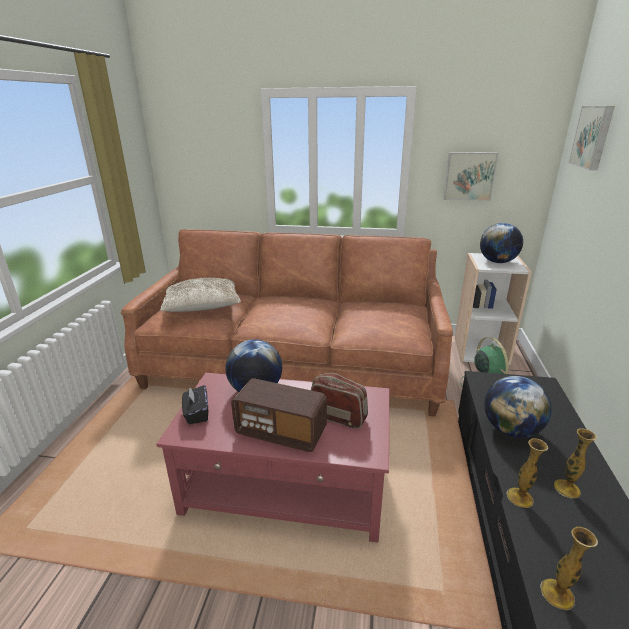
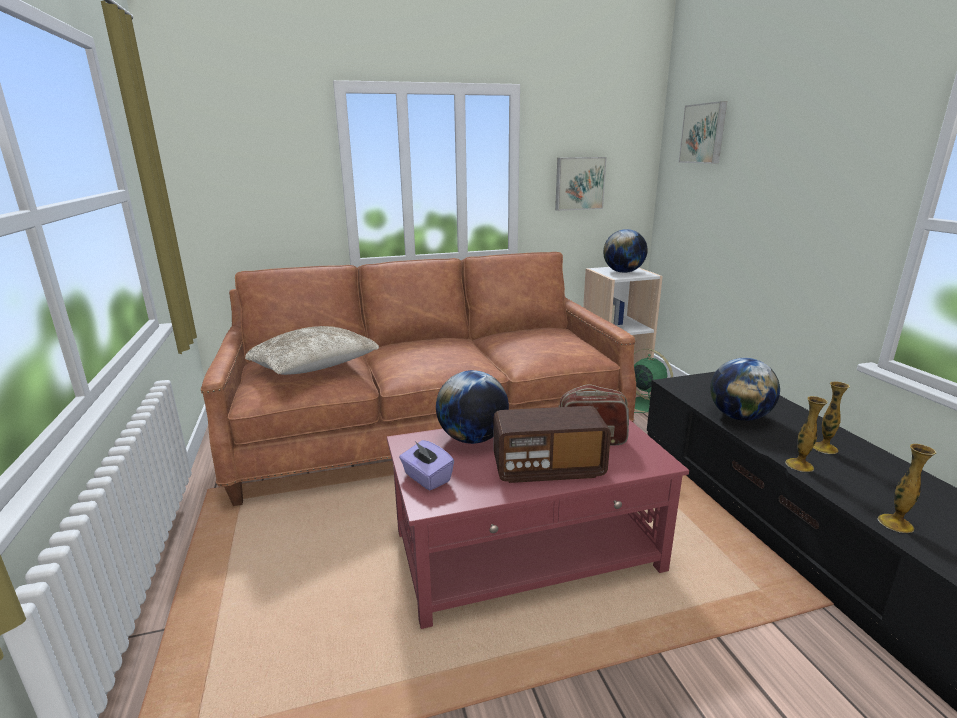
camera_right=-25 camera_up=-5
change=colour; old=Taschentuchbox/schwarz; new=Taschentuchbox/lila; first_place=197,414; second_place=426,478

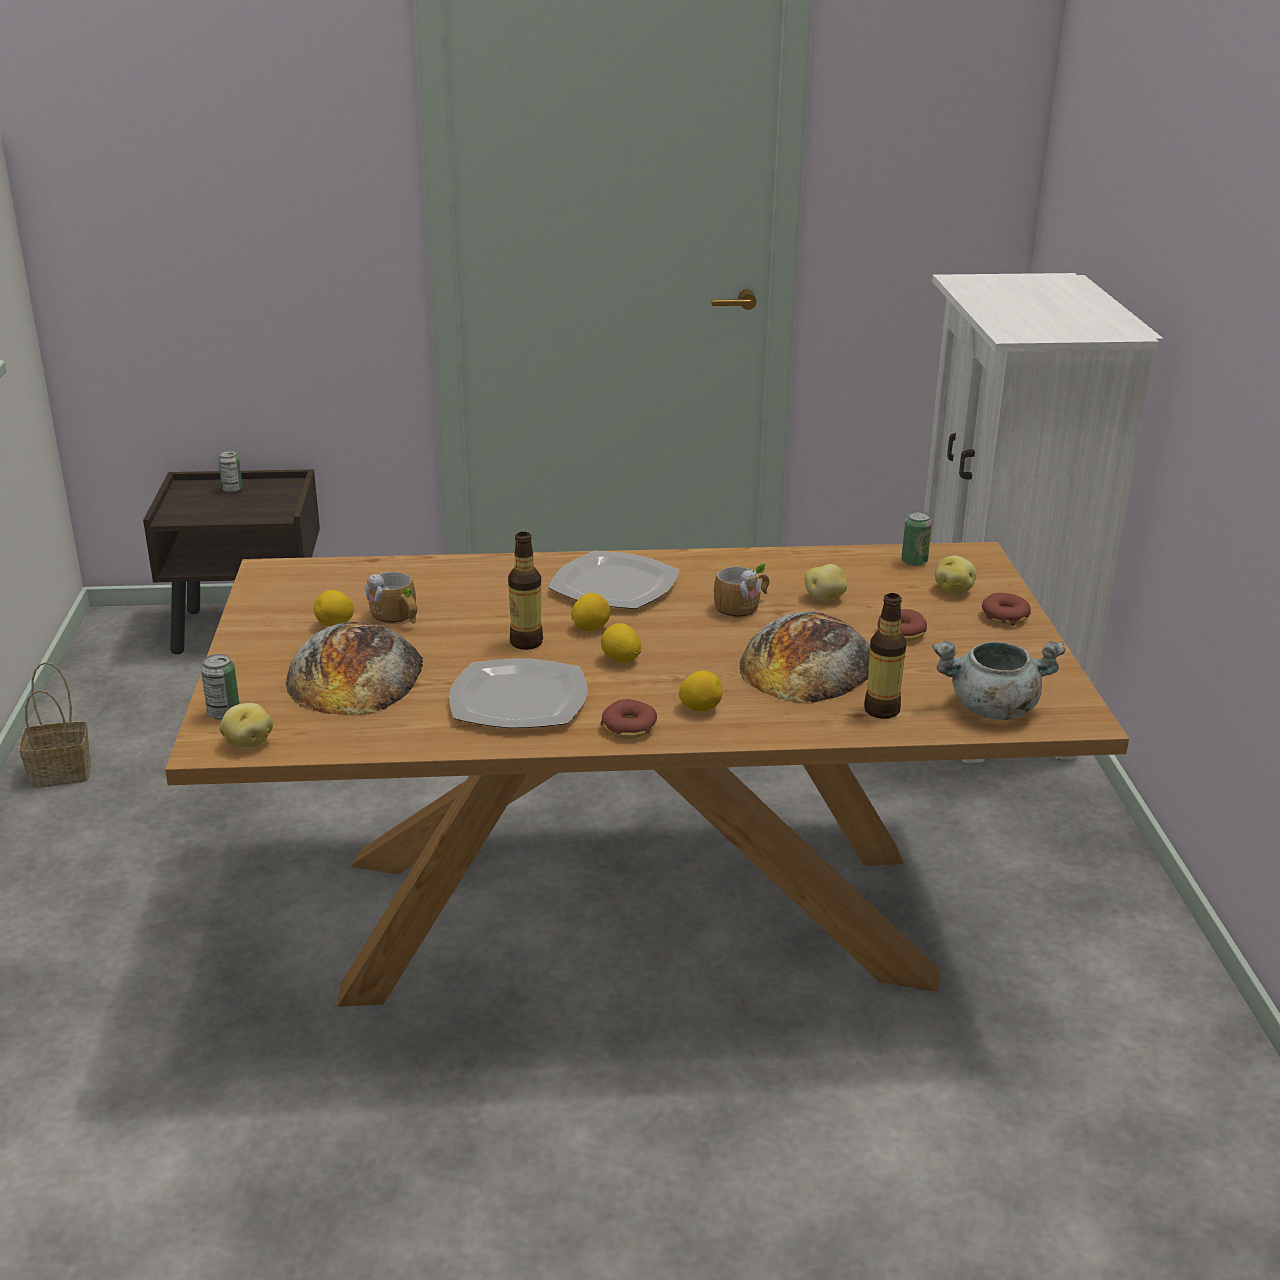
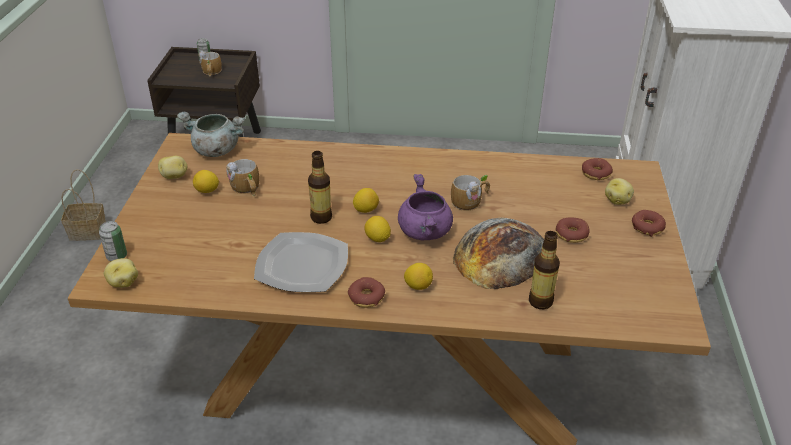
camera_right=10 camera_up=10
change=missing; old=Brot; first_place=355,674
change=missing; old=Teller; first_place=613,586
change=appeared; new=Henkelbecher; second_place=211,72
change=appeared; new=Kochtopf/lila; second_place=425,232
change=relocated; old=Kartoffel; first_place=825,598; second_place=175,176
change=relocated; old=Kochtopf/grau; first_place=991,709; second_place=215,150
change=exchanged; old=Dose; new=Donut; first_place=914,561; second_place=596,173

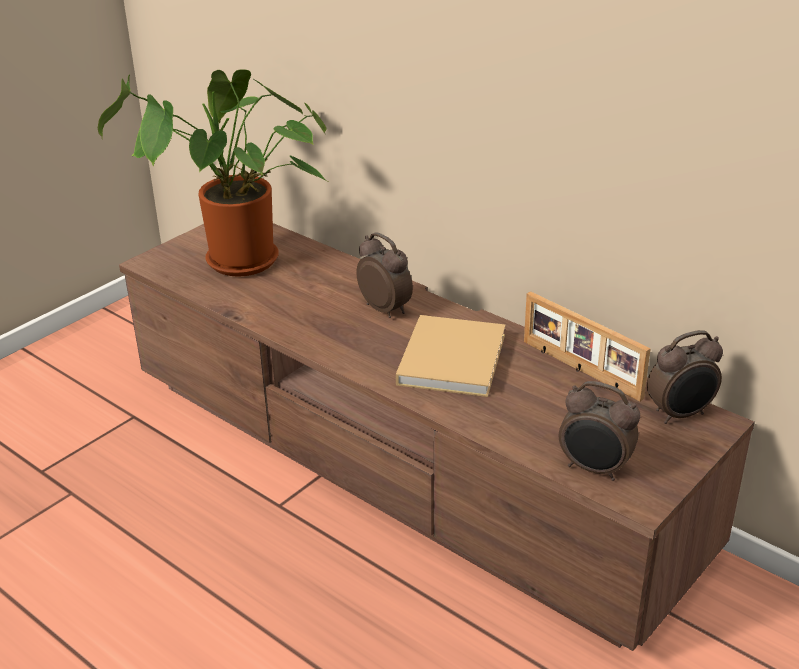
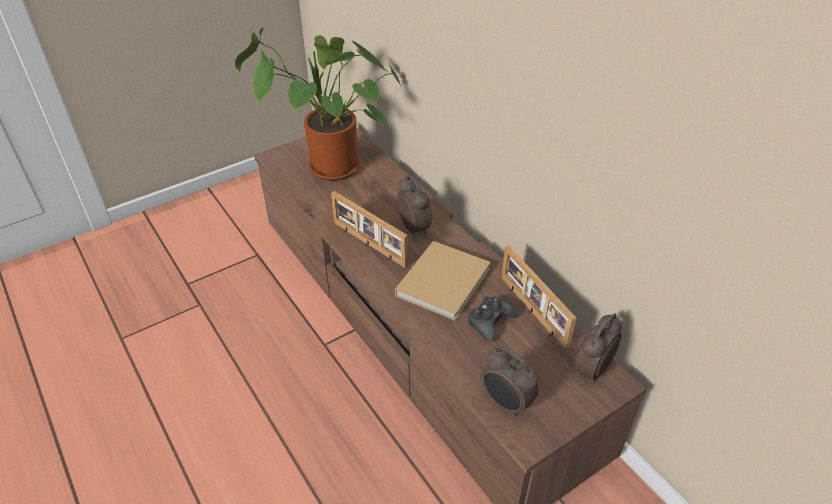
camera_right=15 camera_up=10
change=appeared; new=Bilderrahmen; second_place=368,244
change=appeared; new=Gamepad/schwarz; second_place=490,322
change=spun; old=Wecker; first_place=680,414; second_place=591,369; degrees=135

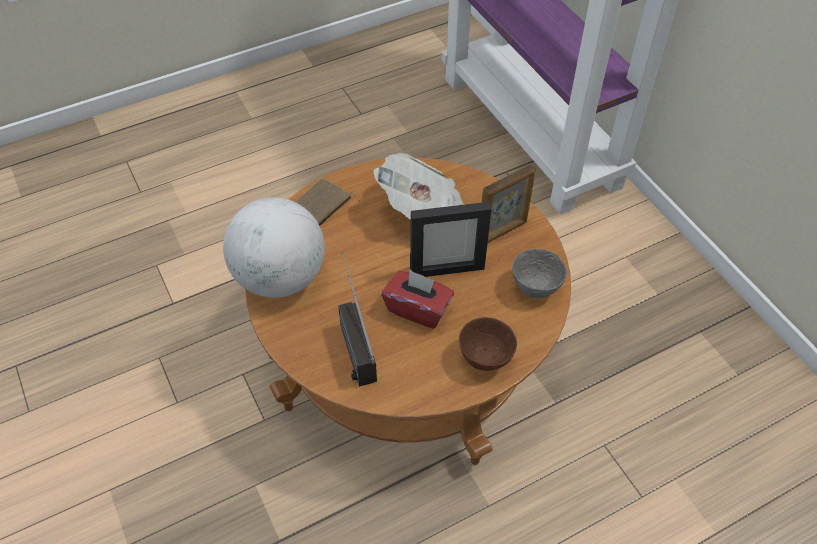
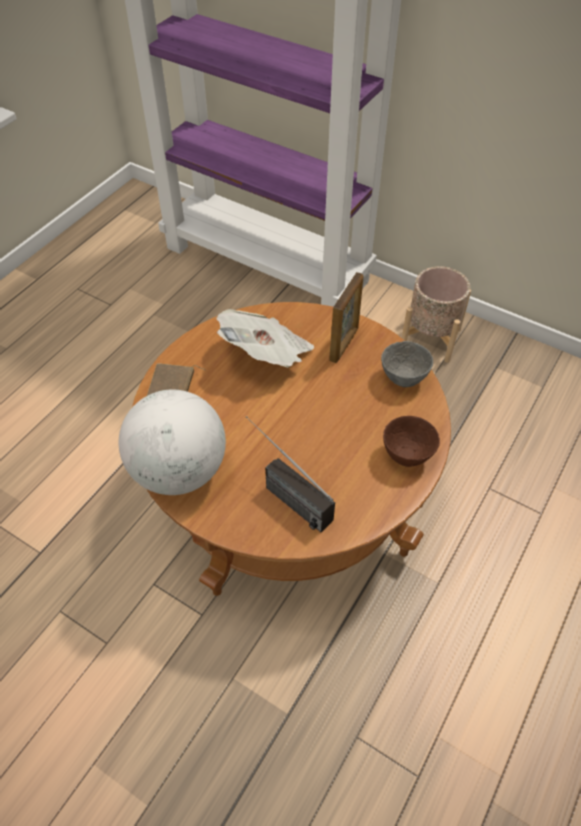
camera_right=-30 camera_up=0
change=missing; old=Taschentuchbox/rot; first_place=418,309
change=missing; old=Bilderrahmen; first_place=447,268
change=appeared; new=Pflanzkübel/beige; second_place=430,339

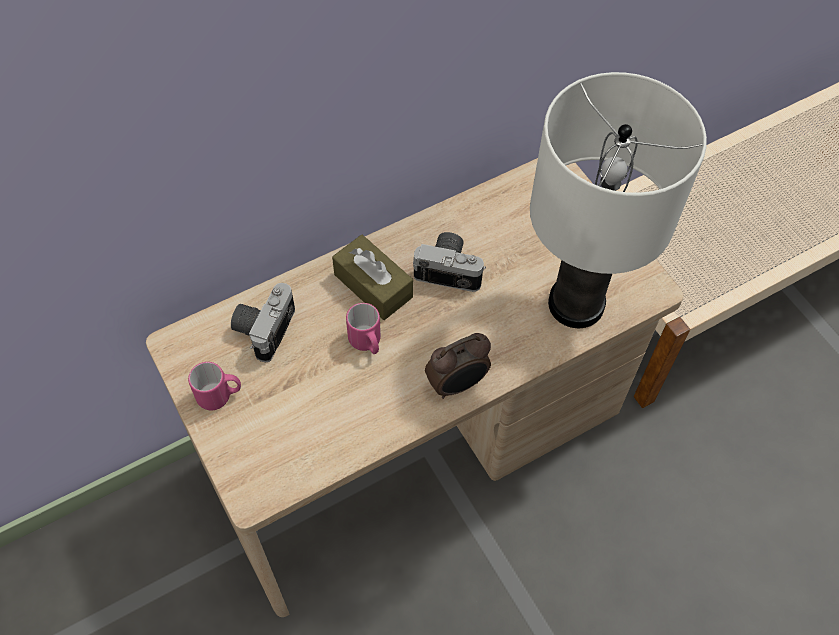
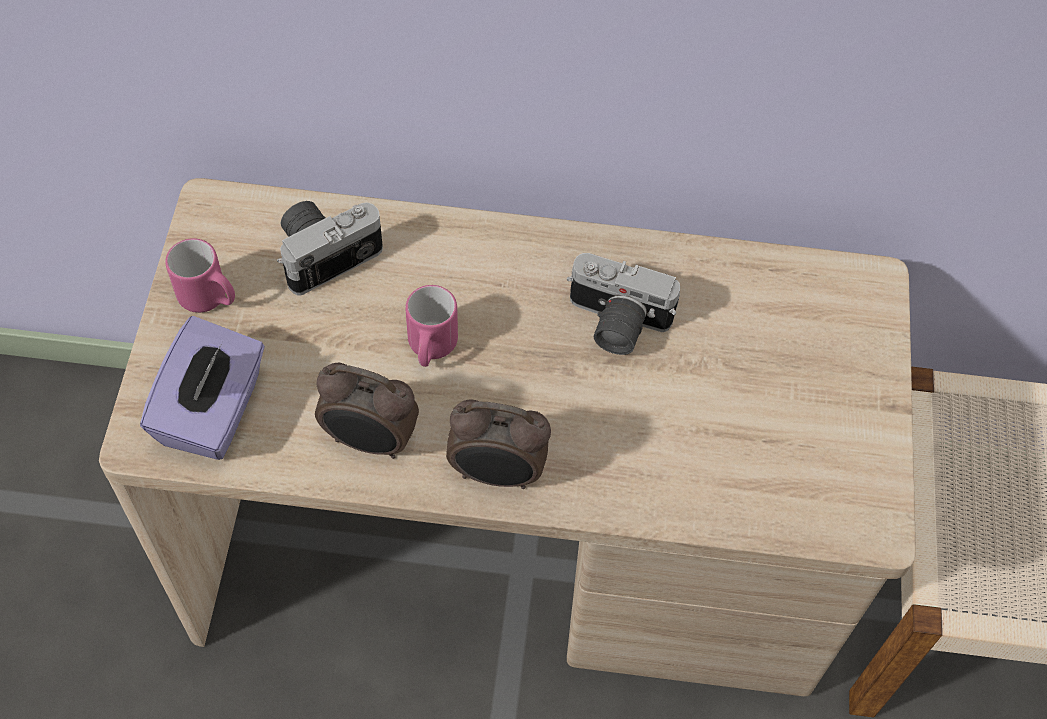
camera_right=35 camera_up=0
change=missing; old=Taschentuchbox/braun; first_place=373,286
change=missing; old=Tischlampe/weiß; first_place=576,303
change=appeared; new=Taschentuchbox/lila; second_place=213,411
change=appeared; new=Wecker; second_place=370,441
change=spun; old=Kamera; first_place=450,269; second_place=614,324; degrees=150

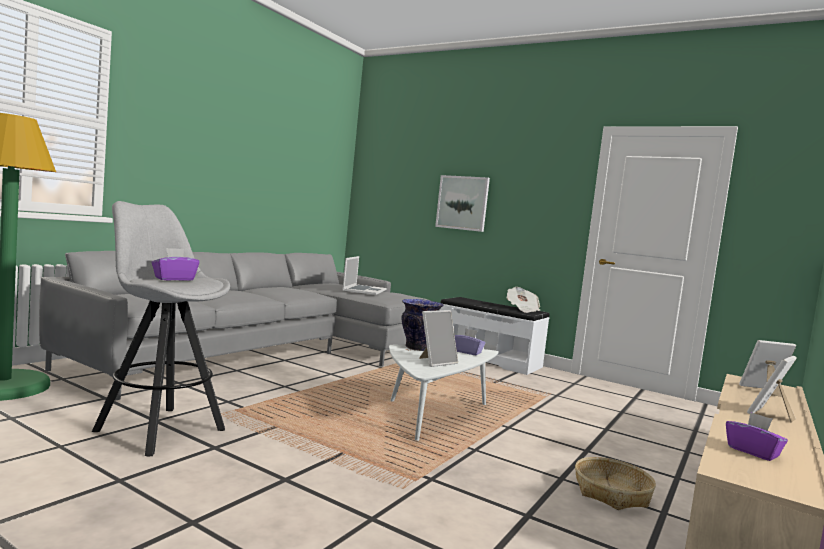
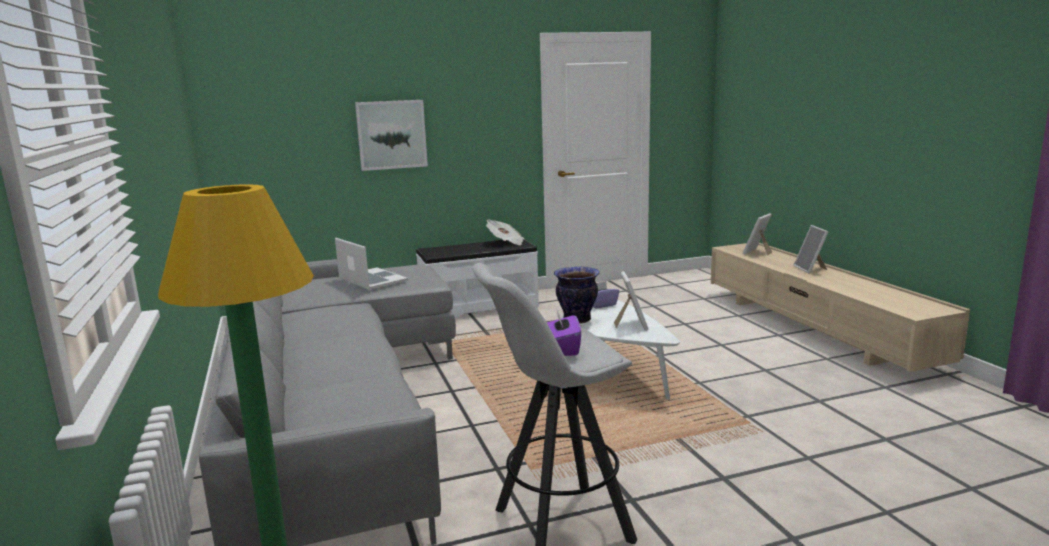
camera_right=-50 camera_up=10
change=missing; old=Korb; first_place=611,493
change=missing; old=Taschentuchbox/lila; first_place=753,452

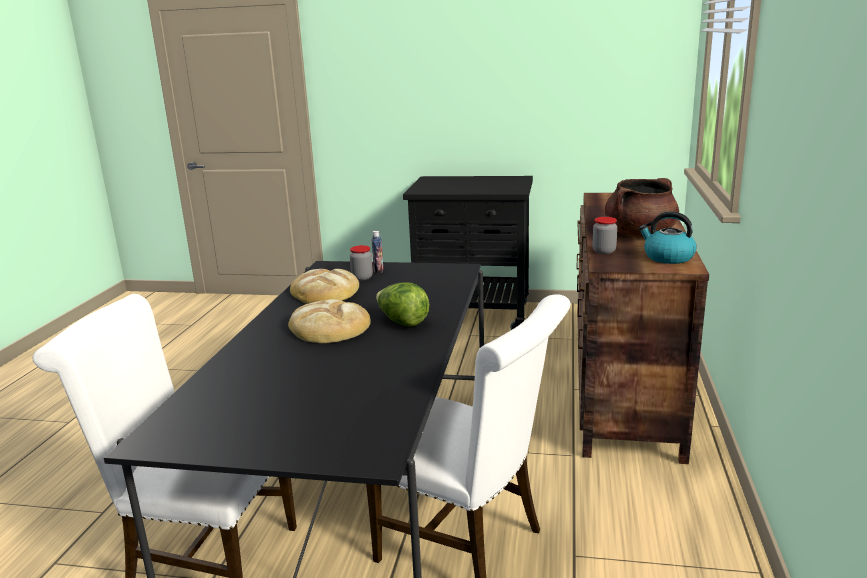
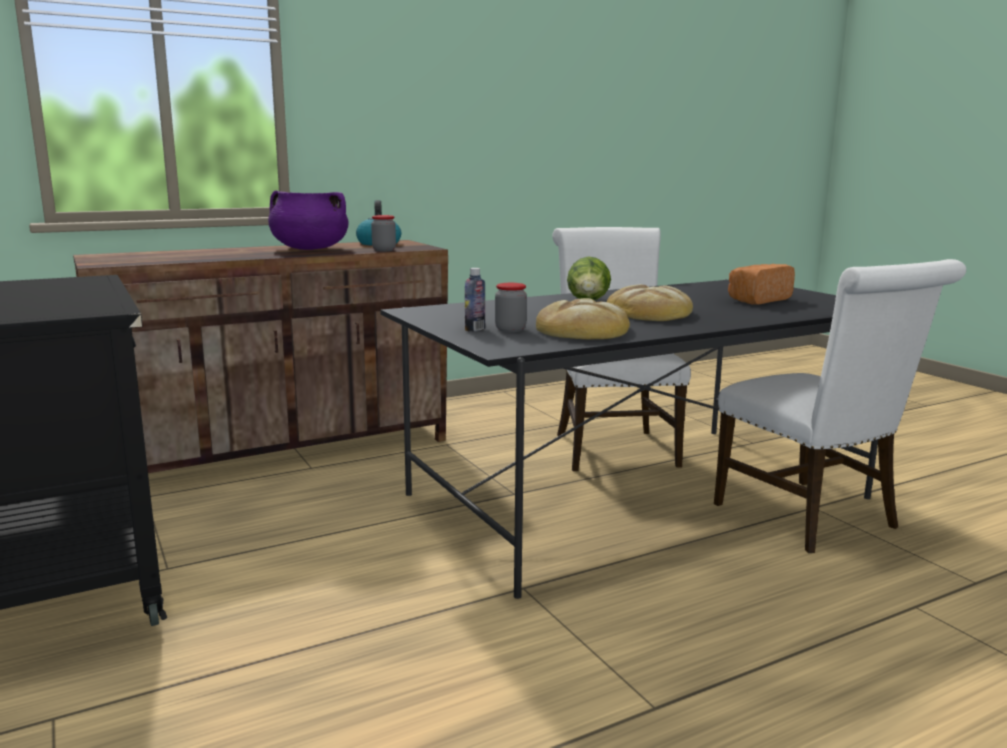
camera_right=-130 camera_up=-5
change=appeared; new=Brot; second_place=757,300
change=colour; old=Kochtopf/braun; new=Kochtopf/lila; first_place=640,234; second_place=309,249

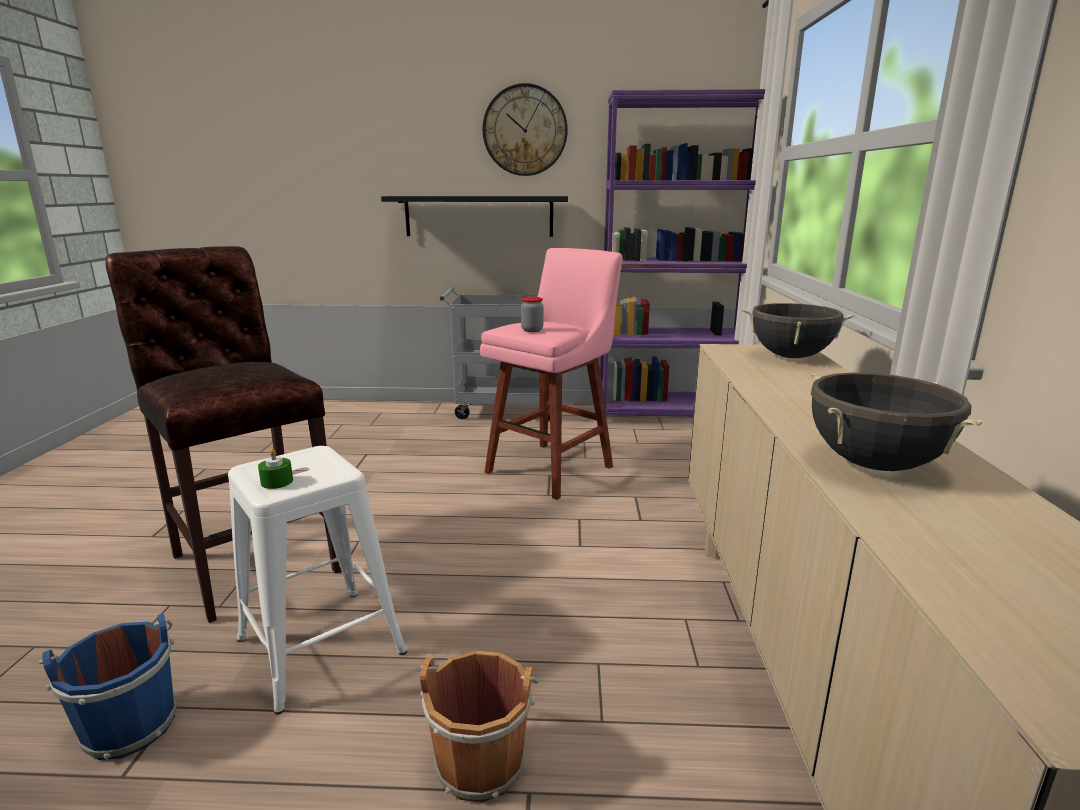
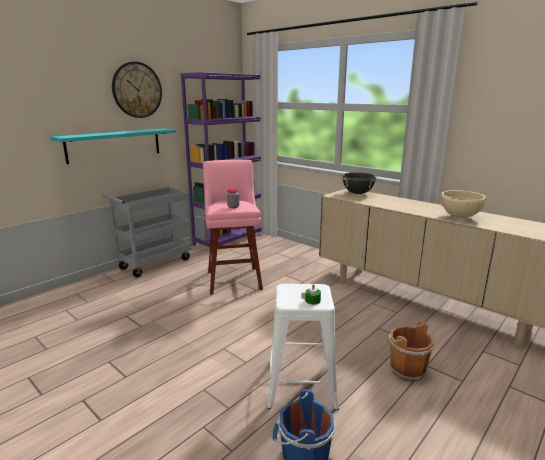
camera_right=-50 camera_up=0
change=missing; old=Hocker/braun; first_place=253,558
change=colour; old=Wandregal/schwarz; new=Wandregal/türkis; first_place=479,216; second_place=114,145
change=colour; old=Kochtopf/schwarz; new=Kochtopf/beige; first_place=874,465; second_place=459,217

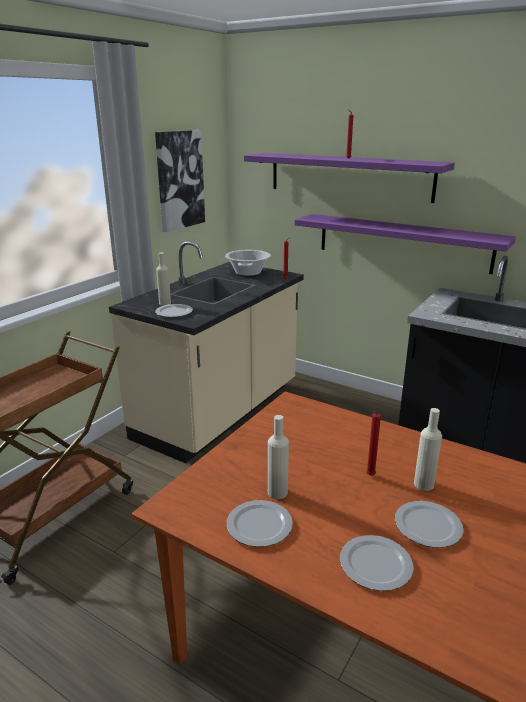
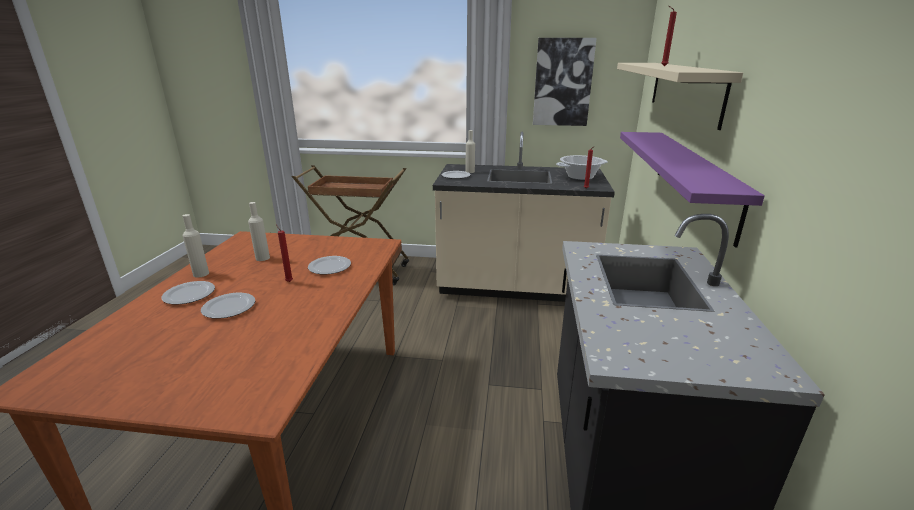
camera_right=65 camera_up=0
change=relocated; old=Teller; first_place=258,526; second_place=329,267
change=relocated; old=Flasche/beige; first_place=423,484; second_place=201,274
change=colour; old=Wandregal/lila; new=Wandregal/beige; first_place=349,176; second_place=684,90

